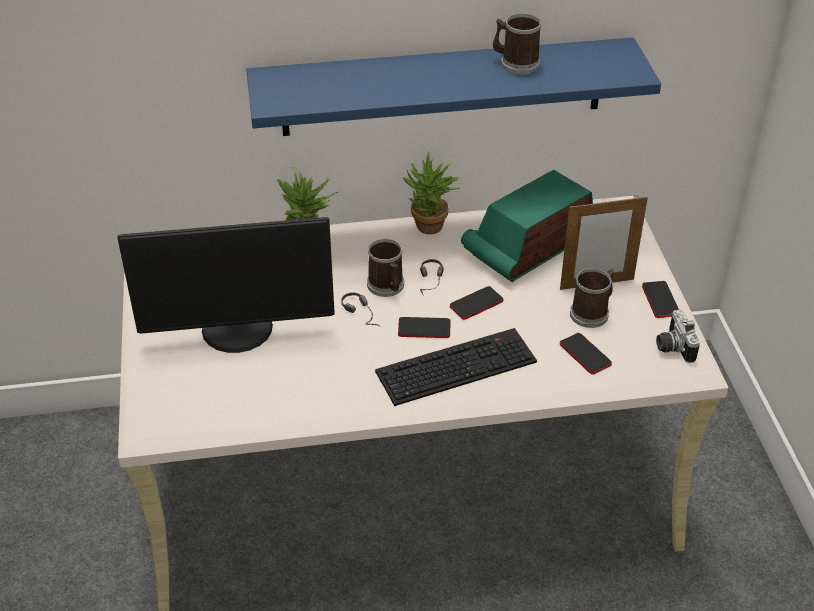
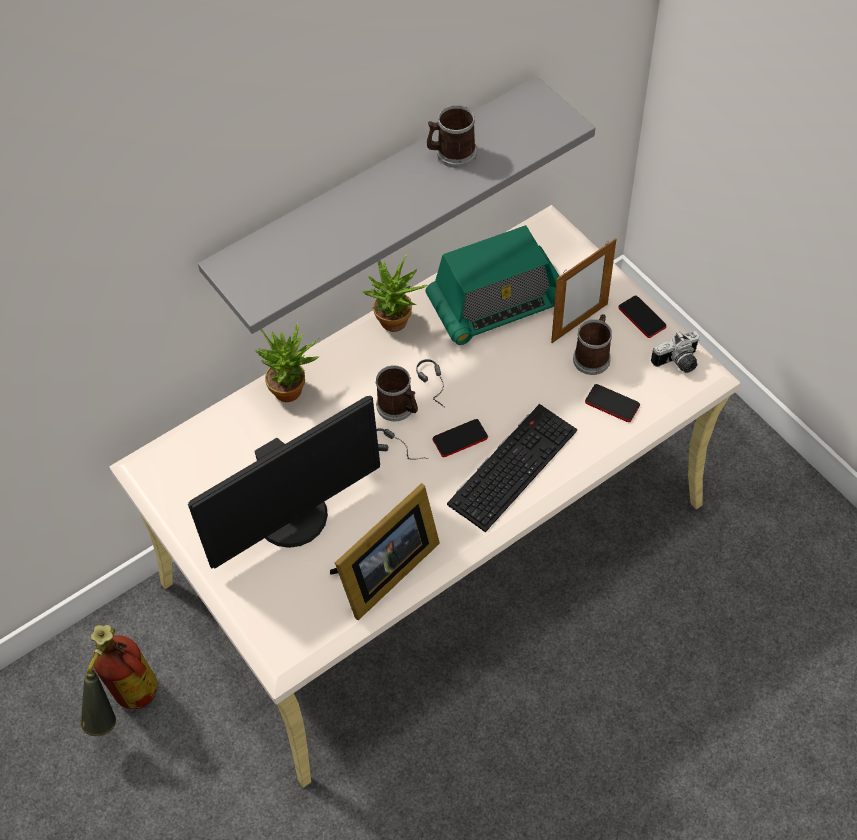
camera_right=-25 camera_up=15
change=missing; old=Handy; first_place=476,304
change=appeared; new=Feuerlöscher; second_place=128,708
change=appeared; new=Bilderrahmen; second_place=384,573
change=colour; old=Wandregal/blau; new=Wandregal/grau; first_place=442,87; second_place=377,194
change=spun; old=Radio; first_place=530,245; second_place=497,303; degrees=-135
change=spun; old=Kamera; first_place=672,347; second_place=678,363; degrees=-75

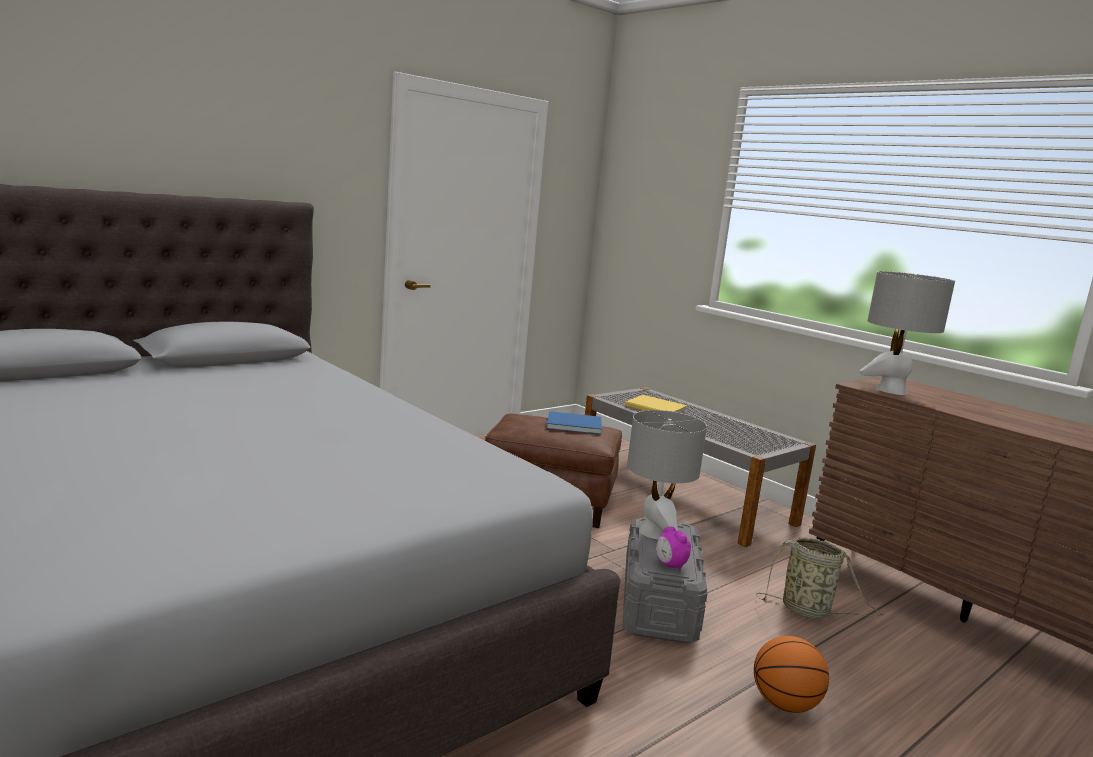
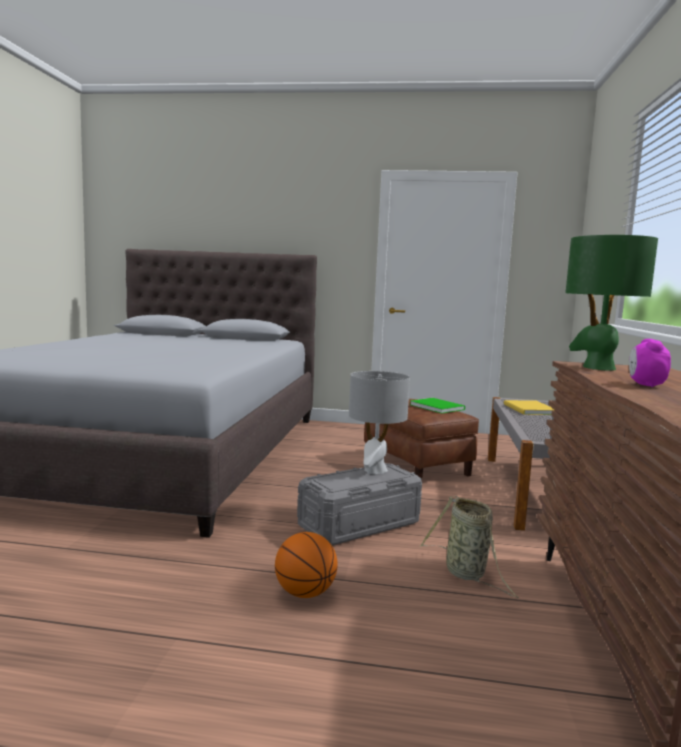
camera_right=50 camera_up=-5
change=relocated; old=Wecker; first_place=670,565; second_place=645,385
change=colour; old=Buch/blau; new=Buch/grün; first_place=572,424; second_place=436,407
change=colour; old=Tischlampe/grau; new=Tischlampe/grün; first_place=891,391; second_place=598,368

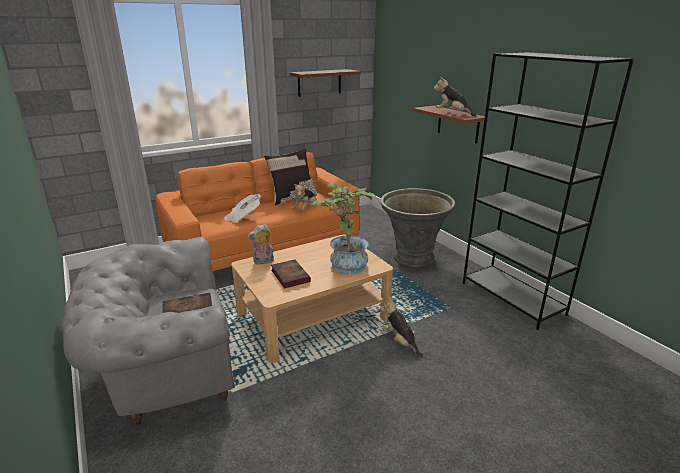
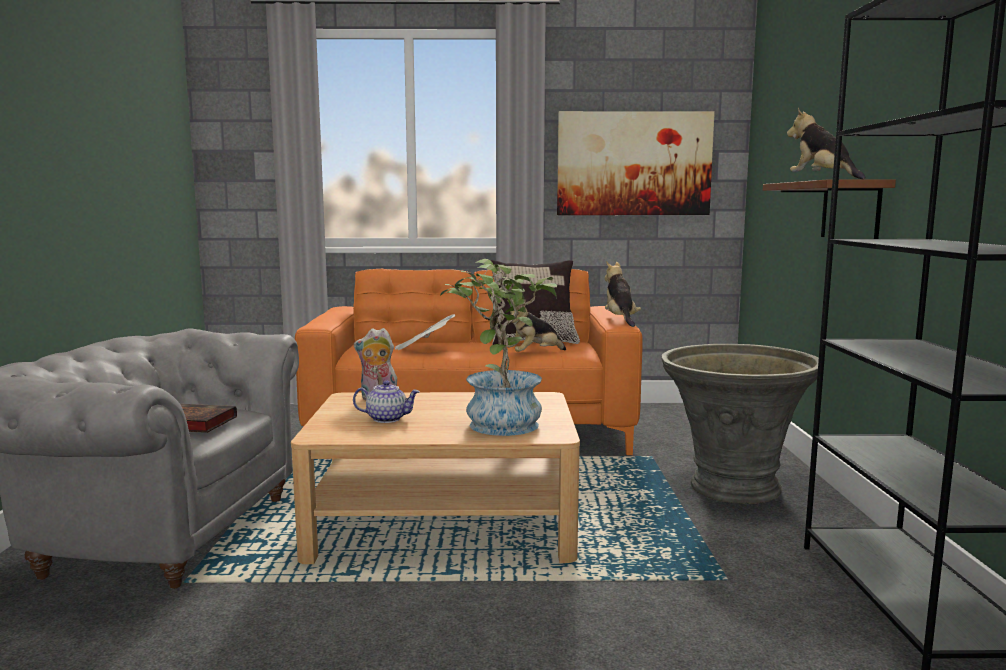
camera_right=30 camera_up=-15
change=relocated; old=Plüschtier; first_place=400,341; second_place=620,320
change=exchanged; old=Buch; new=Teekanne; first_place=289,275; second_place=387,419
change=exchanged; old=Wandregal/braun; new=Bild; first_place=319,82; second_place=634,164

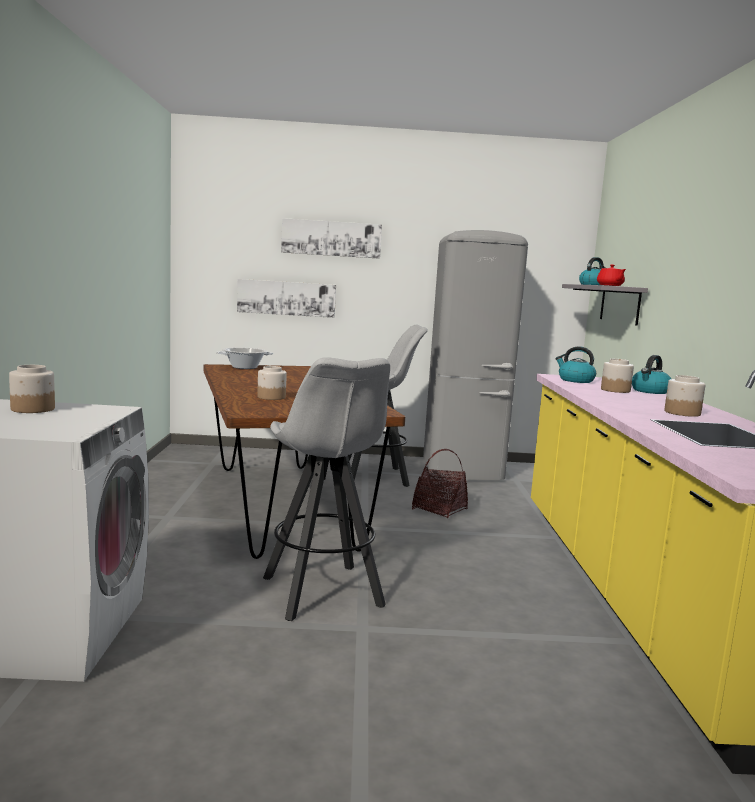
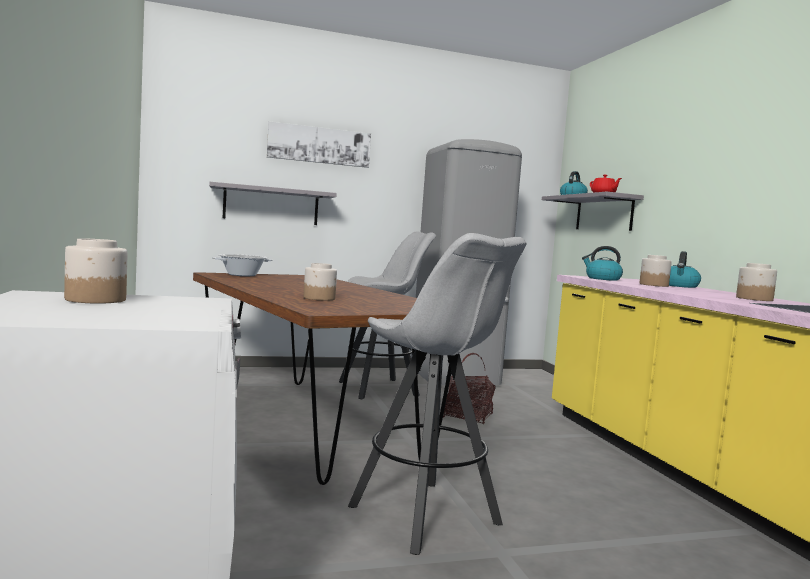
camera_right=-15 camera_up=-5
change=exchanged; old=Bild; new=Wandregal/grau; first_place=286,298; second_place=271,205

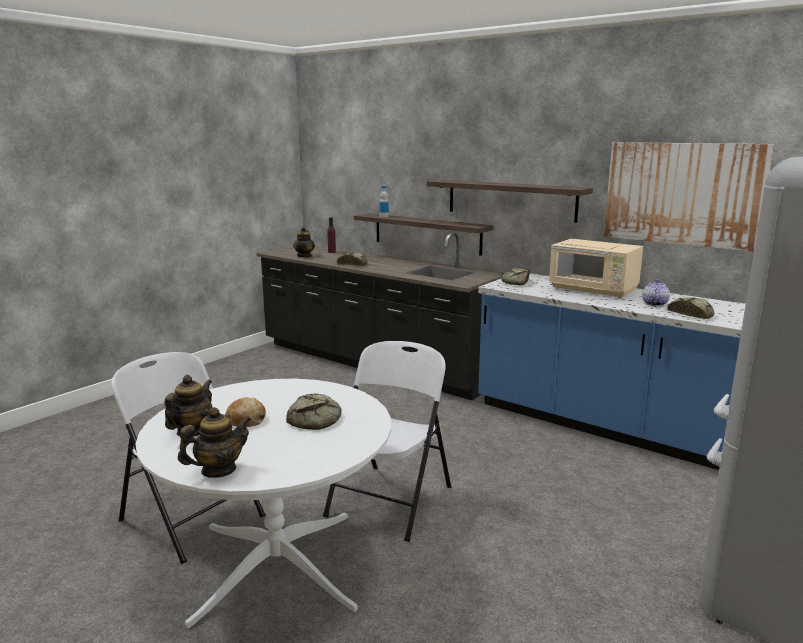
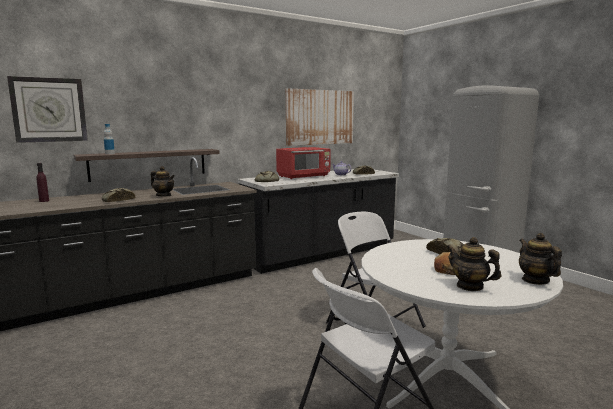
camera_right=-70 camera_up=-5
change=missing; old=Wandregal; first_place=510,200
change=appeared; new=Wanduhr; second_place=49,110
change=relocated; old=Teekanne; first_place=304,256; second_place=164,195
change=colour; old=Küchenzeile/blau; new=Küchenzeile/schwarz; first_place=608,427; second_place=321,254
change=colour; old=Mikrowelle/beige; new=Mikrowelle/rot; first_place=593,290; second_place=304,176

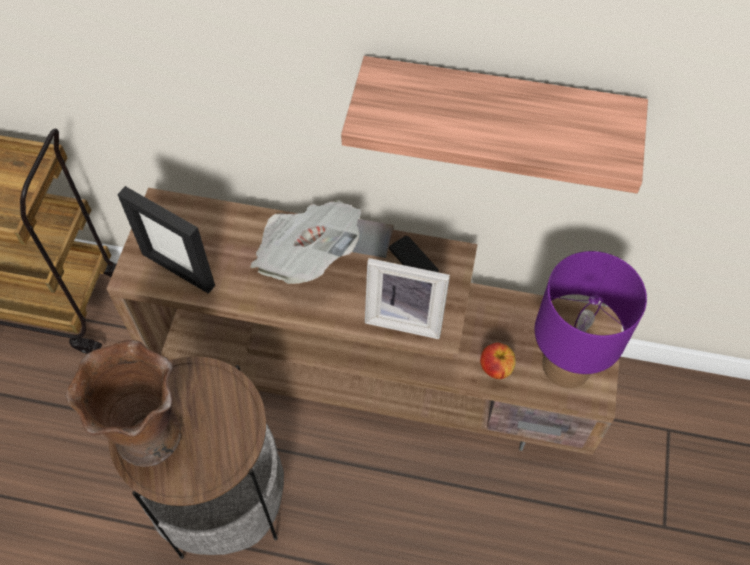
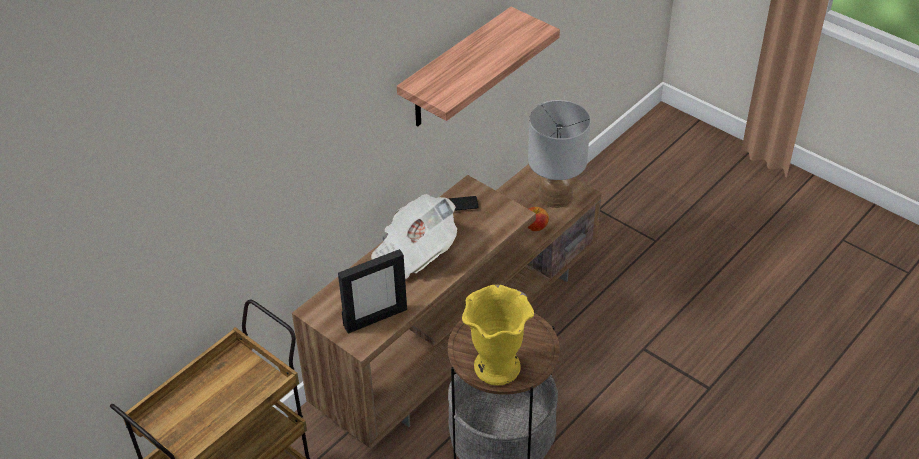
camera_right=-60 camera_up=-15
change=missing; old=Bilderrahmen; first_place=405,316
change=colour; old=Vase/braun; new=Vase/gelb; first_place=149,435; second_place=497,367
change=colour; old=Tischlampe/lila; new=Tischlampe/grau; first_place=565,366; second_place=555,197

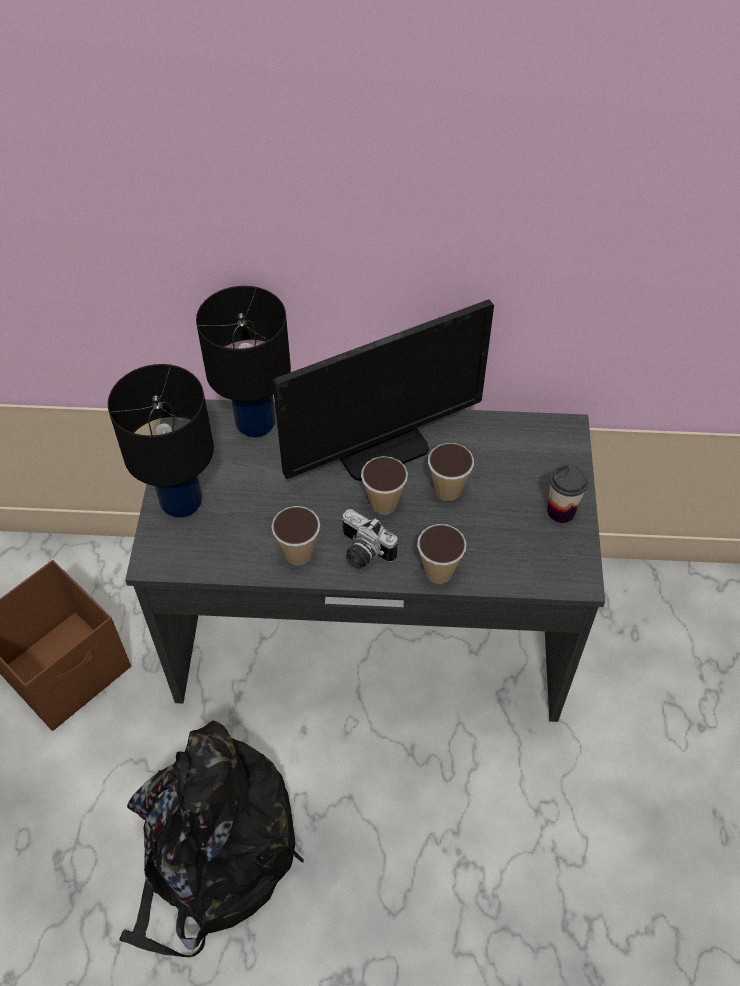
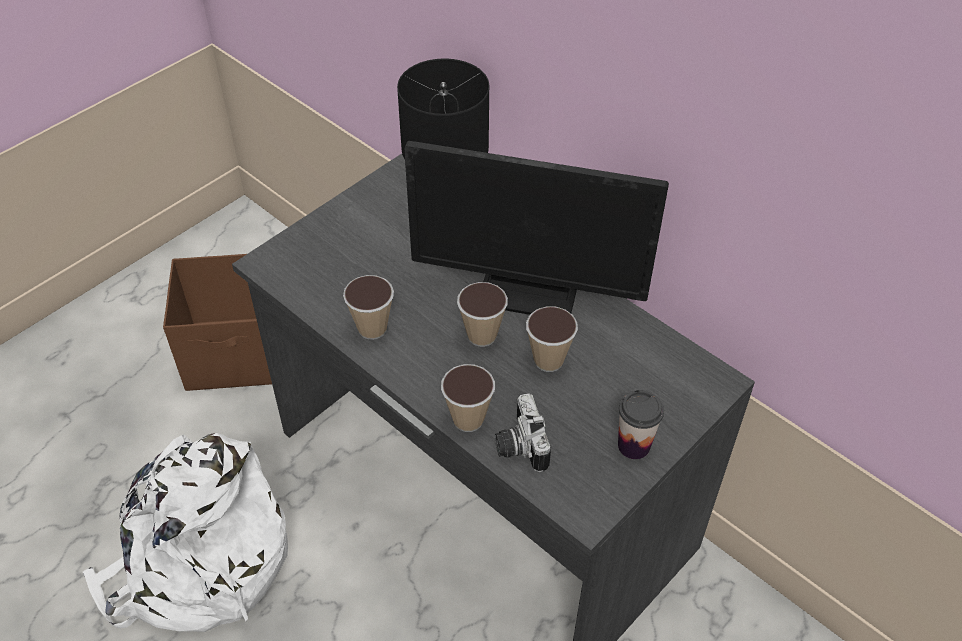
camera_right=40 camera_up=-5
change=missing; old=Tischlampe/schwarz; first_place=181,505
change=relocated; old=Kamera; first_place=362,553; second_place=518,445
change=colour; old=Rucksack/schwarz; new=Rucksack/weiß; first_place=211,855; second_place=199,565

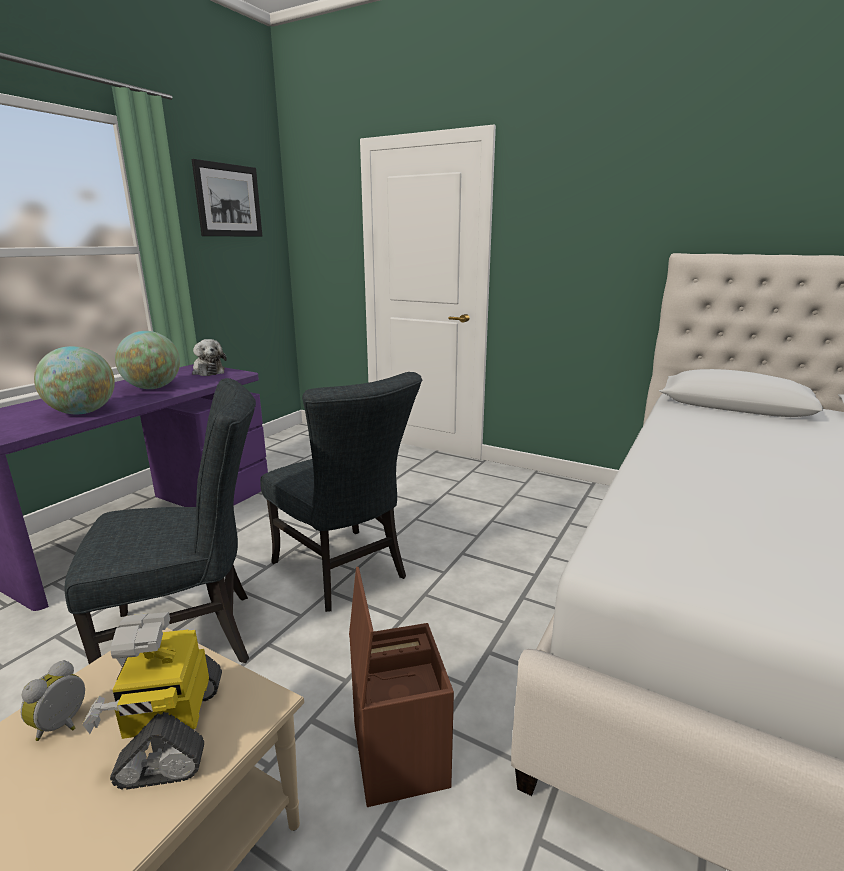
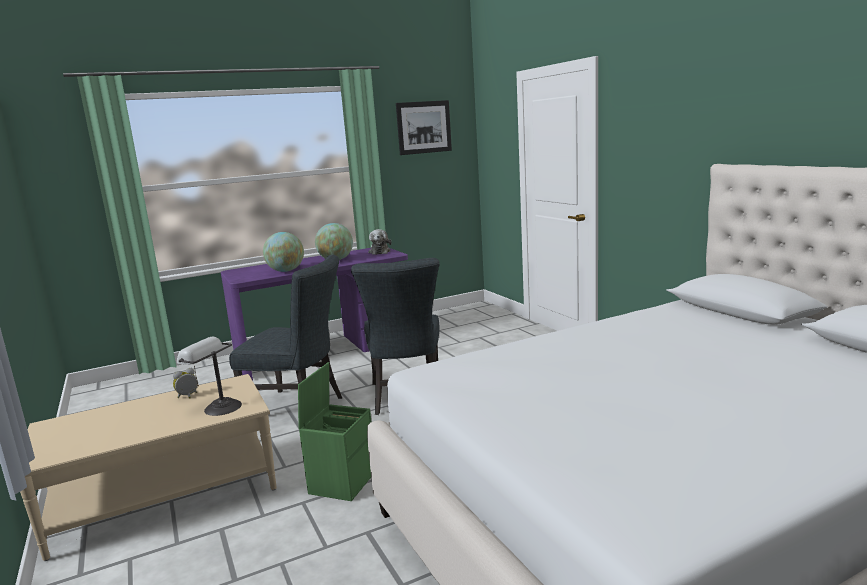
camera_right=35 camera_up=-5
change=exchanged; old=Spielzeugroboter; new=Tischlampe; first_place=171,731; second_place=216,407
change=colour; old=Aufbewahrungsbox/braun; new=Aufbewahrungsbox/grün; first_place=397,752; second_place=342,481

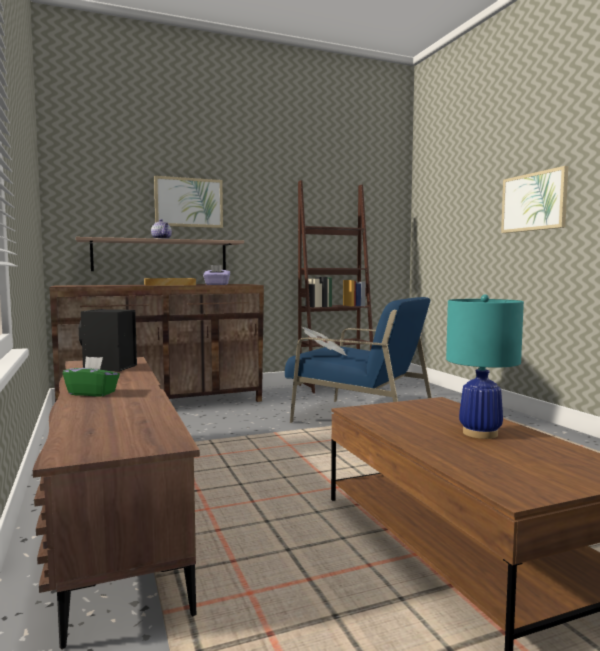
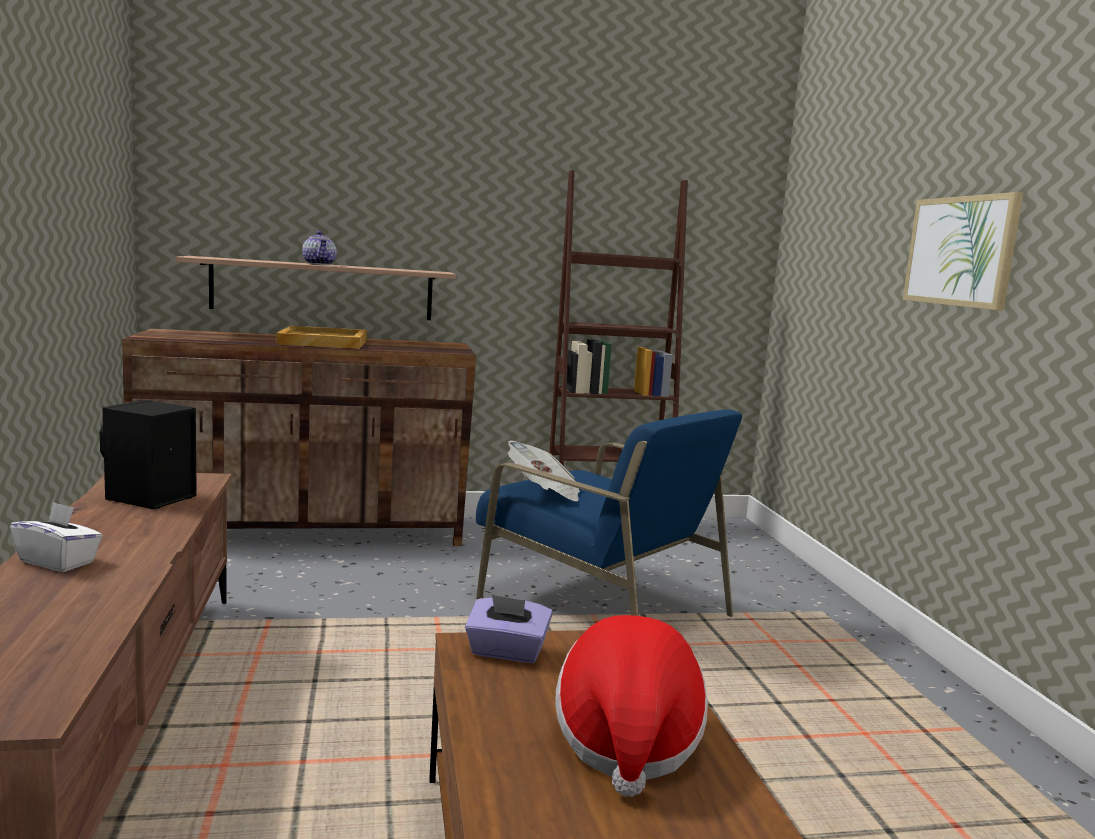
camera_right=10 camera_up=5
change=missing; old=Bild; first_place=189,202
change=relocated; old=Taschentuchbox/lila; first_place=216,284; second_place=506,652
change=exchanged; old=Tischlampe/türkis; new=Hut; first_place=480,433; second_place=626,742
change=colour; old=Taschentuchbox/grün; new=Taschentuchbox/weiß; first_place=92,393; second_place=58,561

